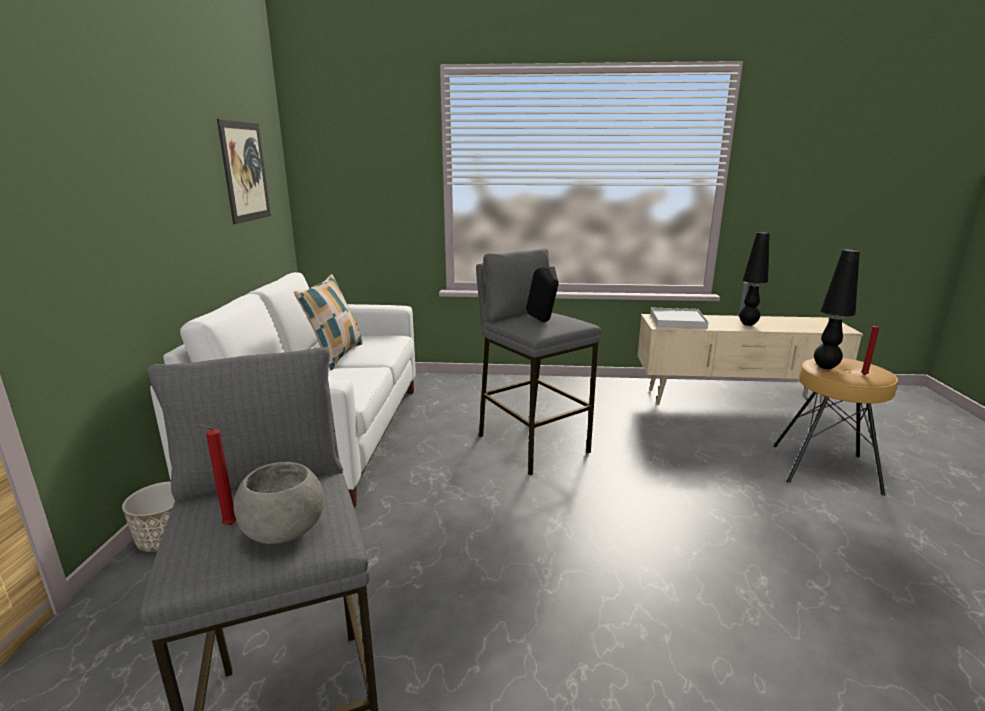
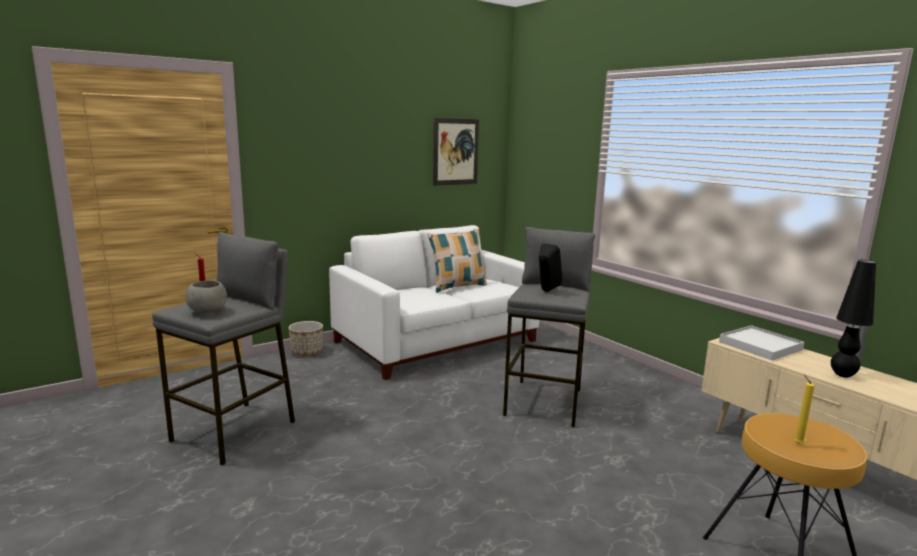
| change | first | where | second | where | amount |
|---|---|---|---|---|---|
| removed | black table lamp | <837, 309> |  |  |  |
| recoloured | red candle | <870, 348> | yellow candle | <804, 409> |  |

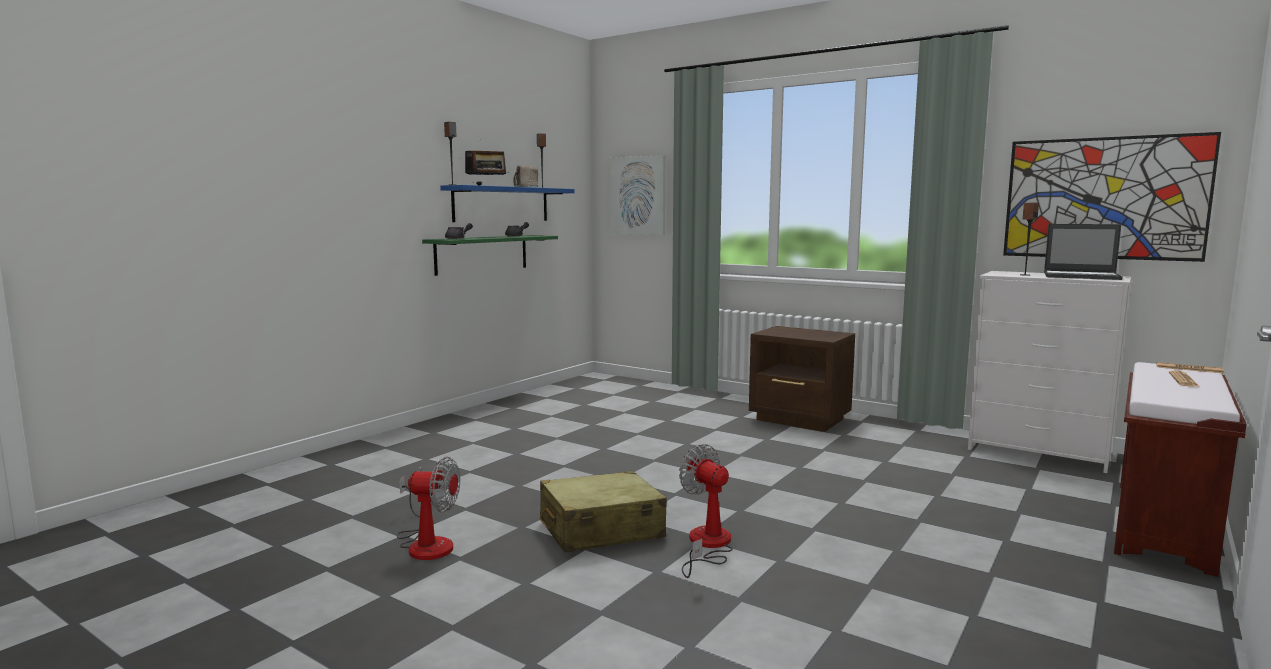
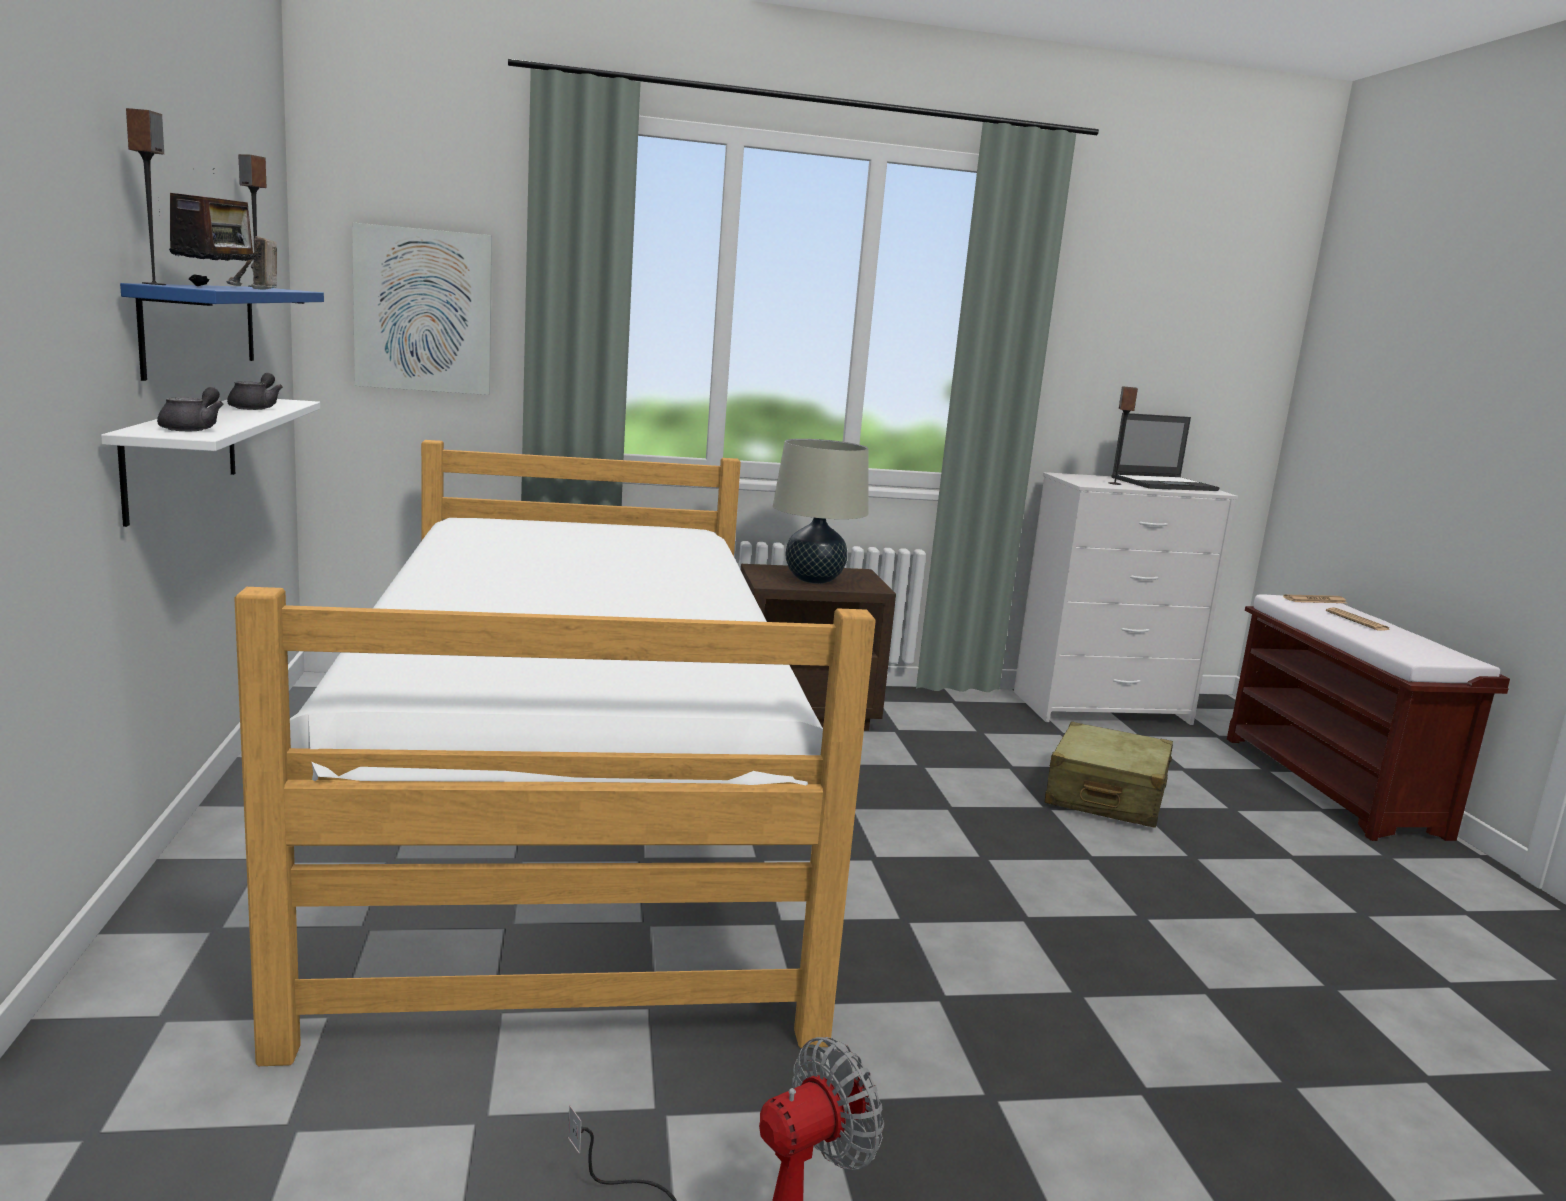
| change | first | where | second | where | amount |
|---|---|---|---|---|---|
| removed | picture | <1112, 197> |  |  |  |
| recoloured | green shelf | <490, 255> | white shelf | <210, 463> |  |
| removed | fan | <706, 511> |  |  |  |
| moved | beige suitcase | <603, 512> |  | <1109, 775> |  |
| added |  |  | beige table lamp | <820, 511> |  |
| added |  |  | bed | <555, 753> |  |

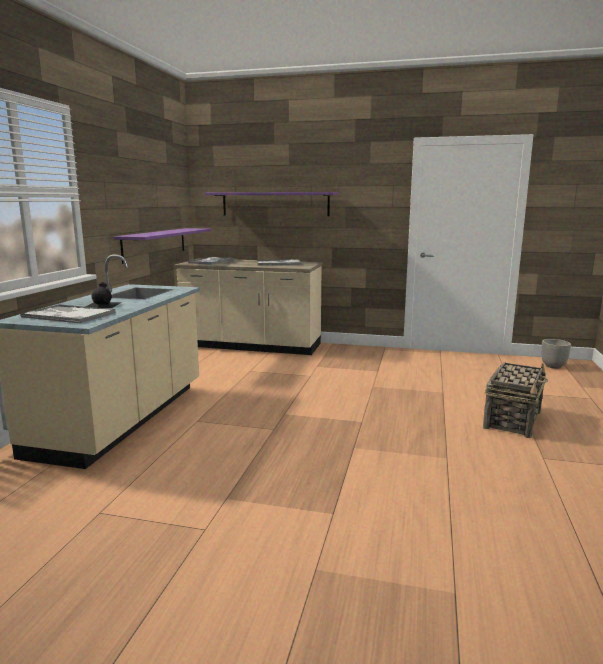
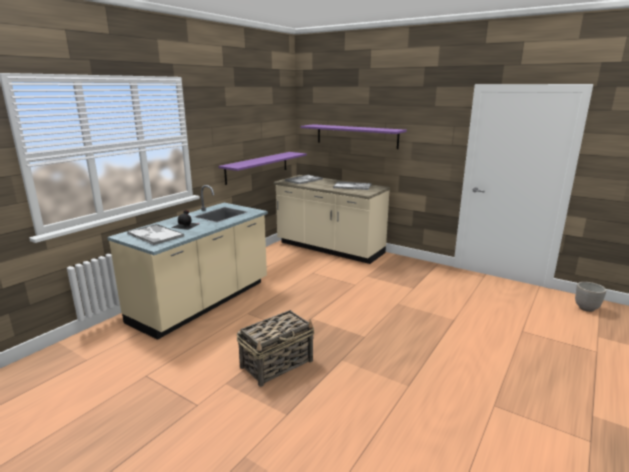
| change | first | where | second | where | amount |
|---|---|---|---|---|---|
| moved | basket | <515, 400> |  | <275, 348> |  |

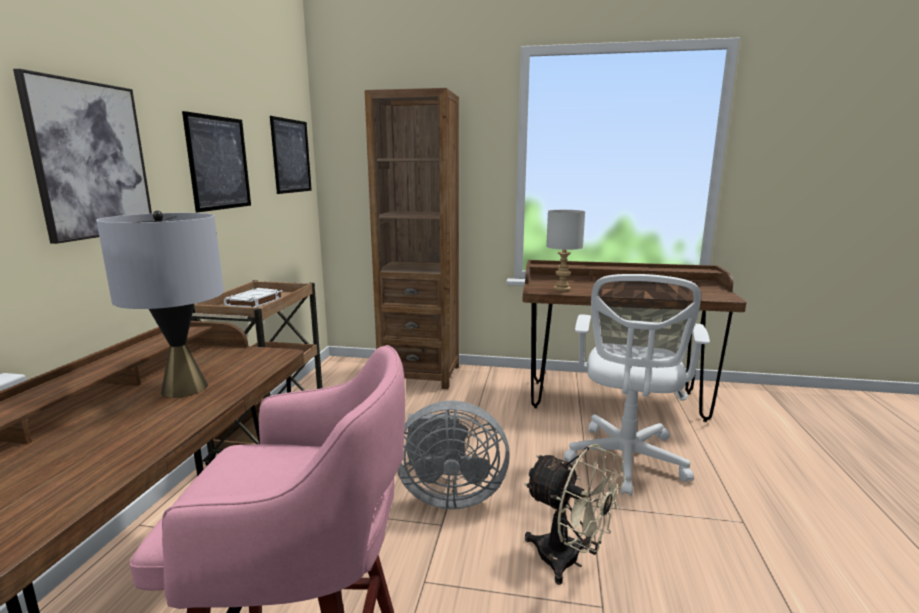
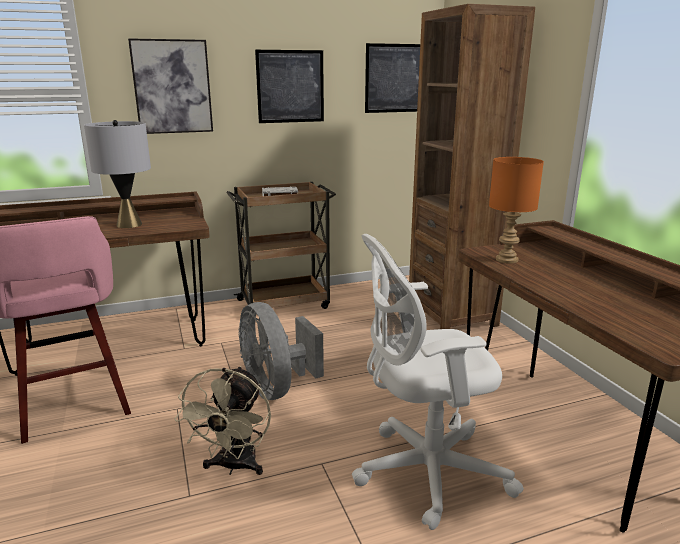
| change | first | where | second | where | amount |
|---|---|---|---|---|---|
| recoloured | grey table lamp | <565, 250> | orange table lamp | <516, 210> |  |

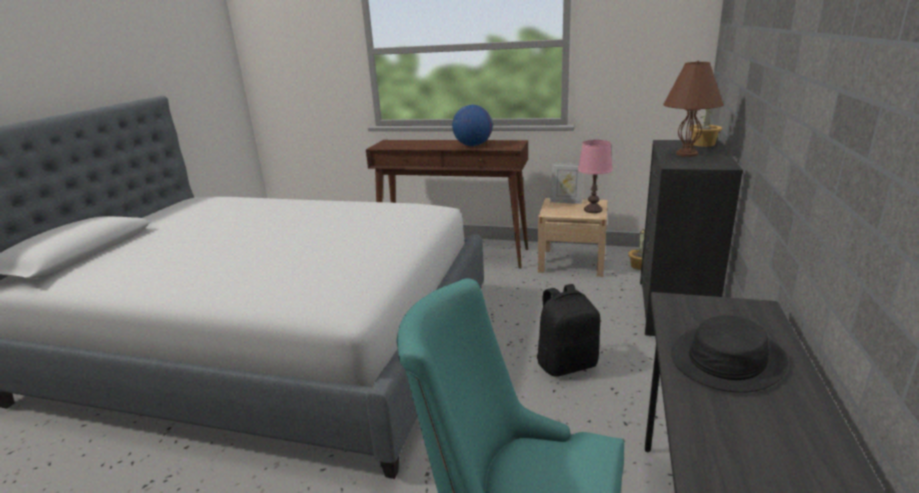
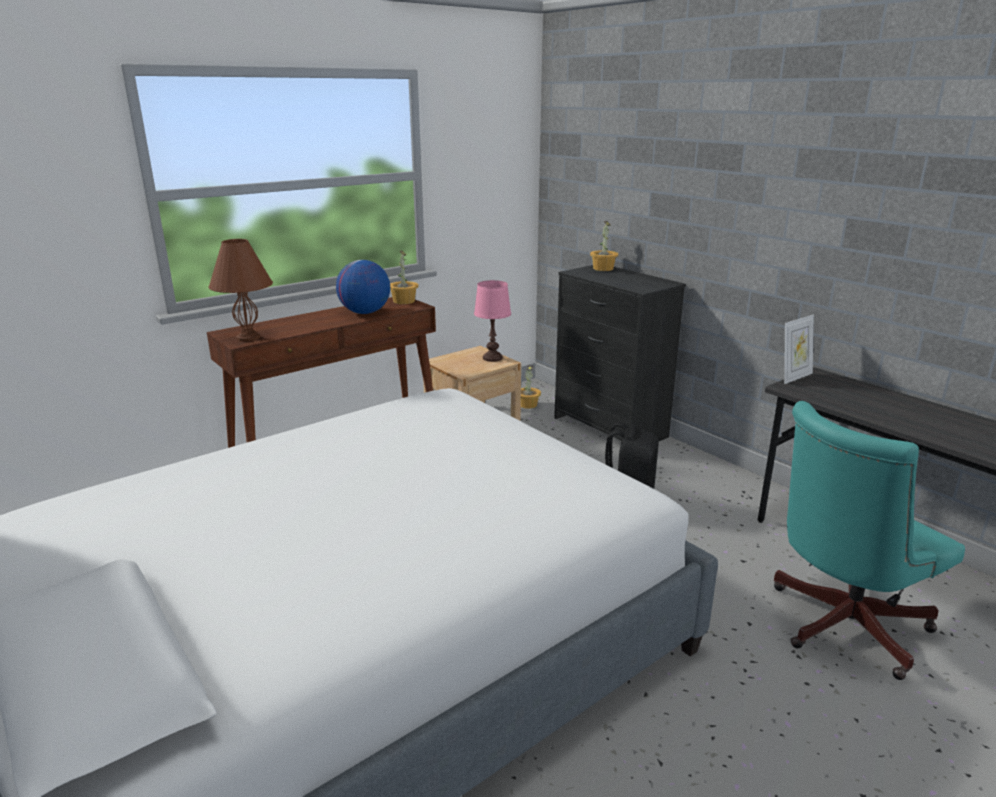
| change | first | where | second | where | amount |
|---|---|---|---|---|---|
| moved | brown table lamp | <693, 109> |  | <241, 290> |  |
| moved | picture frame | <567, 183> |  | <799, 349> |  |
| removed | black hat | <729, 354> |  |  |  |
| added |  |  | potted plant | <404, 277> |  |

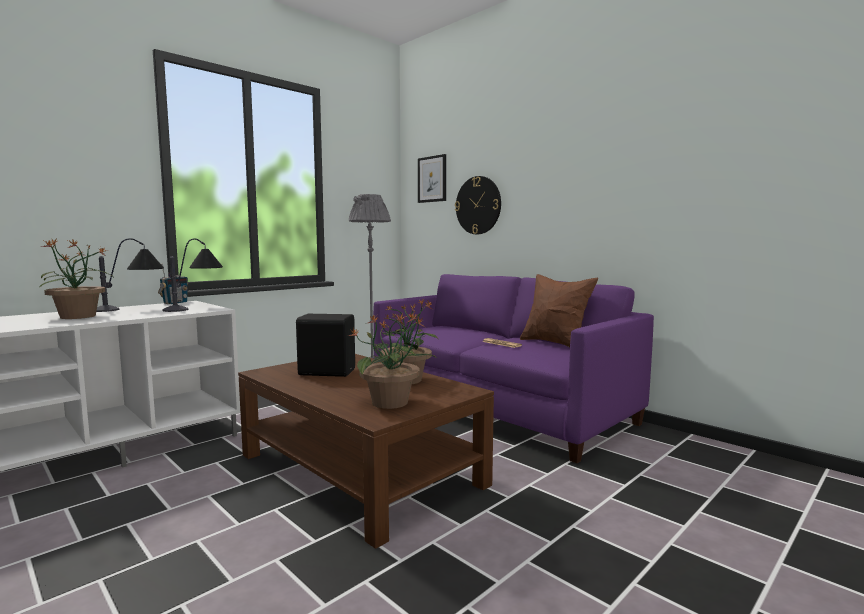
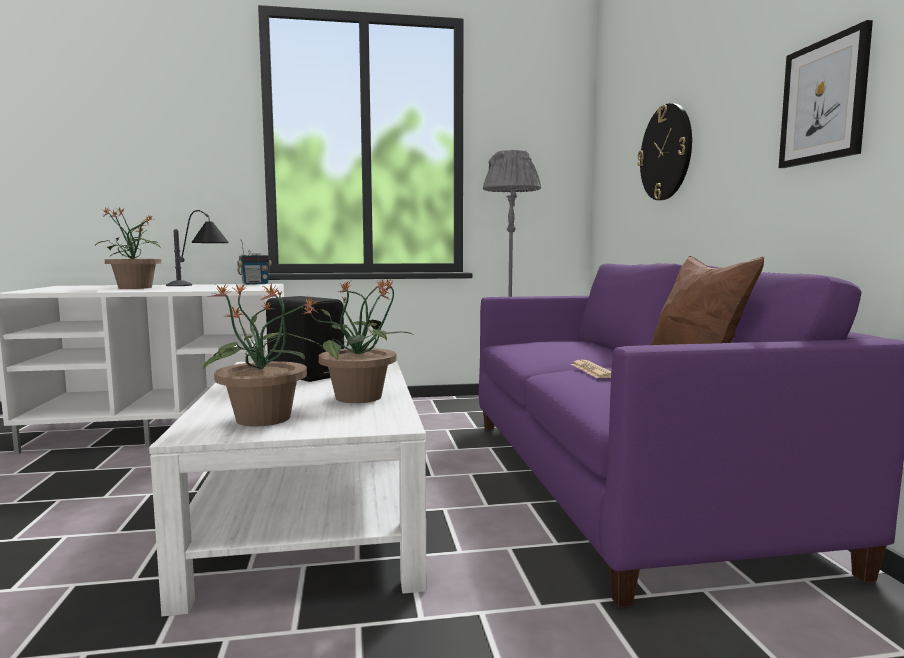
| change | first | where | second | where | amount |
|---|---|---|---|---|---|
| moved | picture | <432, 178> |  | <826, 94> |  |
| removed | table lamp | <192, 275> |  |  |  |
| recoloured | brown coffee table | <366, 451> | white coffee table | <288, 488> |  |

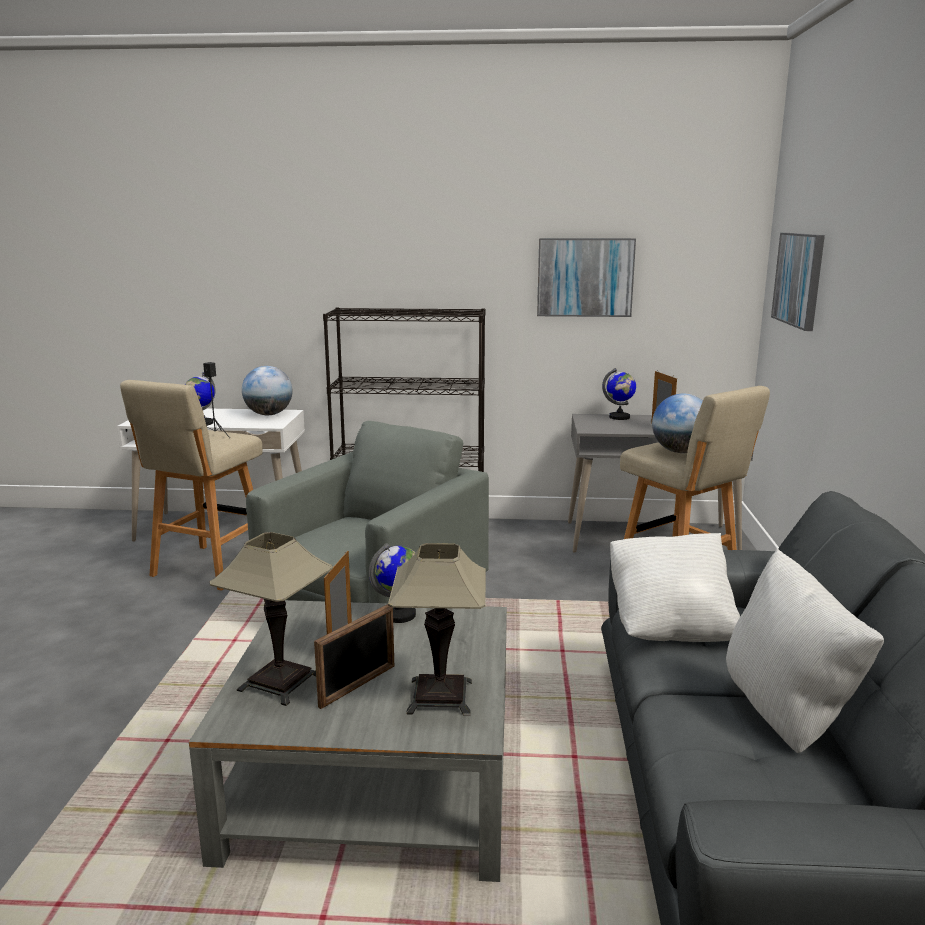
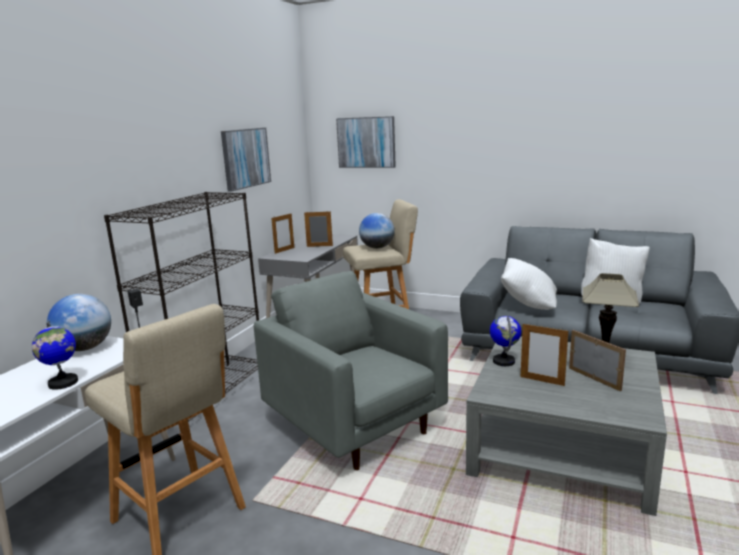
| change | first | where | second | where | amount |
|---|---|---|---|---|---|
| replaced | globe | <619, 394> | picture frame | <282, 233> |  |
| removed | table lamp | <271, 619> |  |  |  |

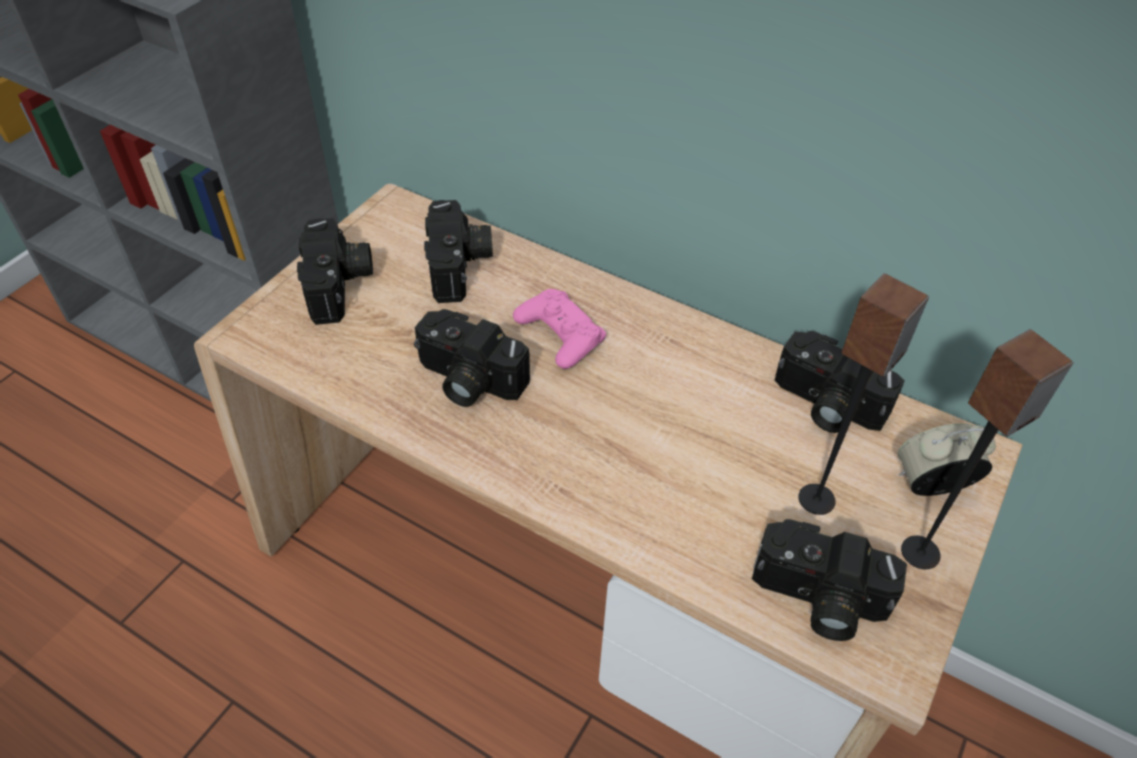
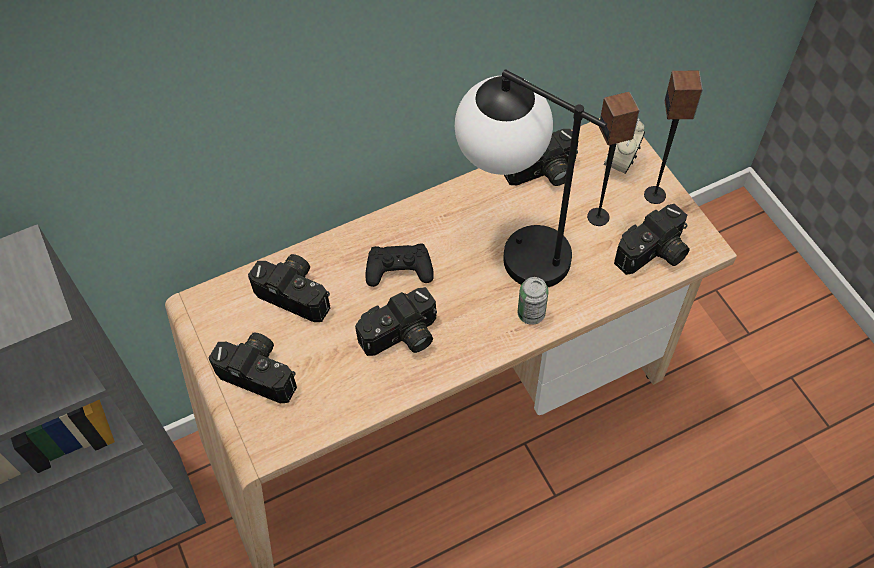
| change | first | where | second | where | amount |
|---|---|---|---|---|---|
| recoloured | pink game controller | <559, 329> | black game controller | <399, 265> |  |
| added |  |  | table lamp | <531, 178> |  |
| added |  |  | can | <533, 301> |  |

